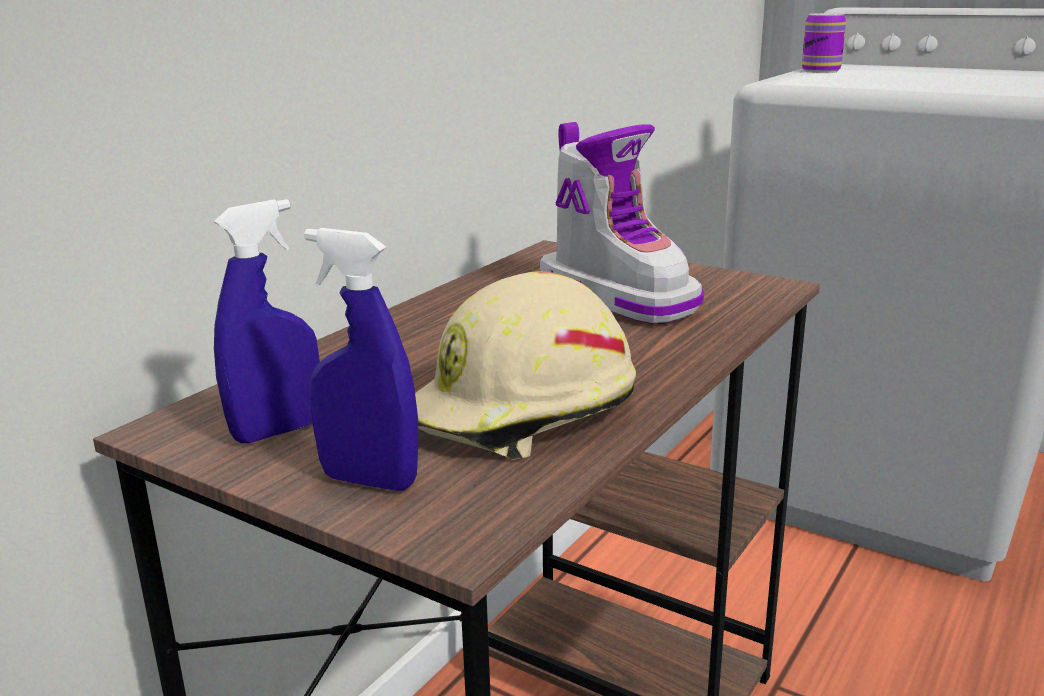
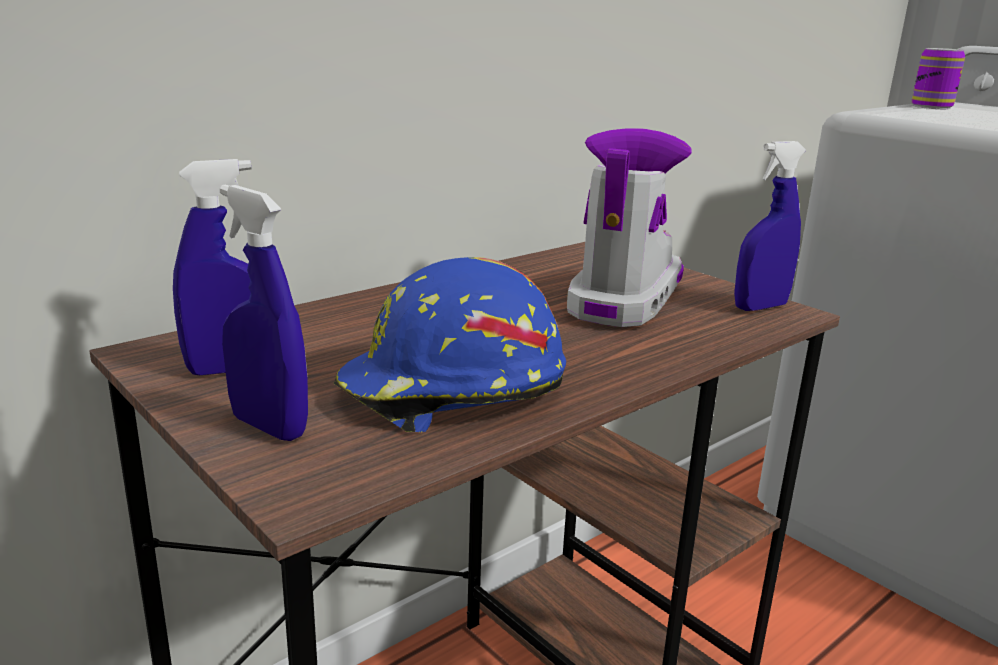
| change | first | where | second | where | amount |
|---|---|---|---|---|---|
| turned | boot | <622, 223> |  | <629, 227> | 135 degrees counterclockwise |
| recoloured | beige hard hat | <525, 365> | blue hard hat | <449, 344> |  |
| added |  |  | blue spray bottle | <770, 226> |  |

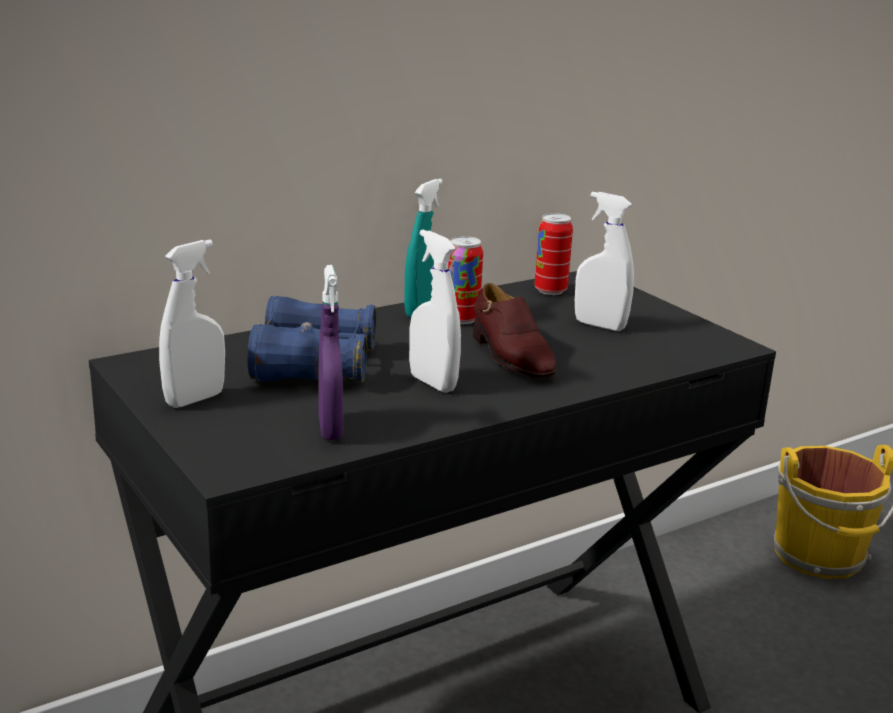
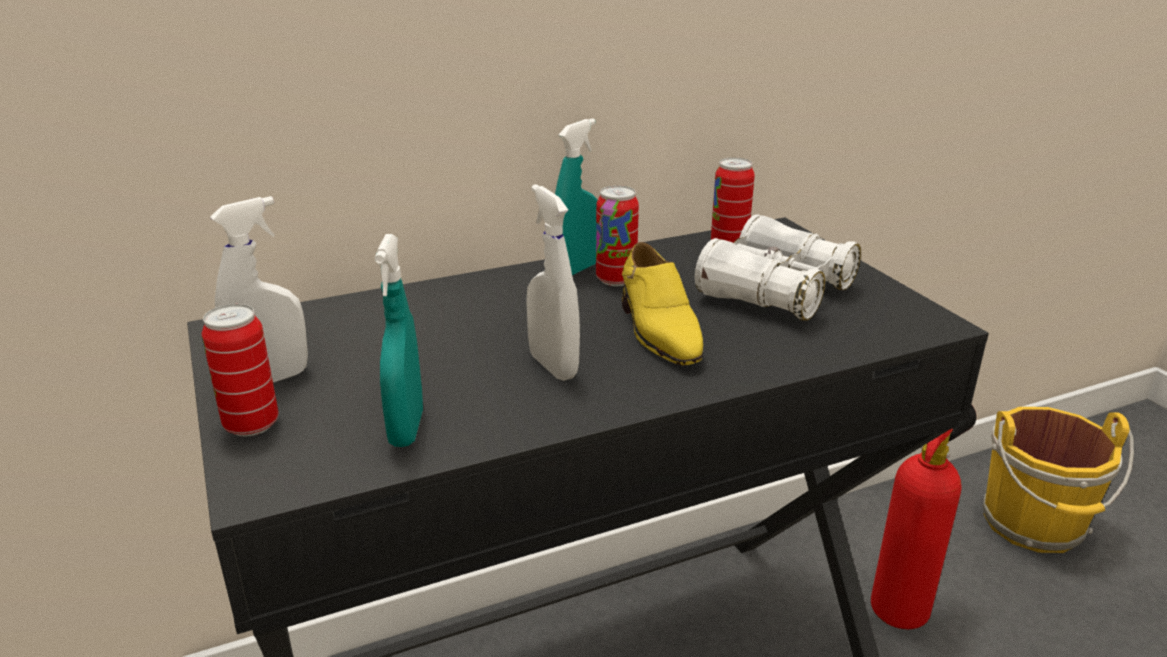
| change | first | where | second | where | amount |
|---|---|---|---|---|---|
| replaced | white spray bottle | <604, 261> | white binoculars | <778, 267> |  |
| recoloured | purple spray bottle | <330, 352> | turquoise spray bottle | <399, 340> |  |
| recoloured | brown shoe | <514, 330> | yellow shoe | <662, 303> |  |
| removed | blue binoculars | <311, 339> |  |  |  |
| added |  |  | can | <240, 370> |  |
| added |  |  | fire extinguisher | <924, 516> |  |

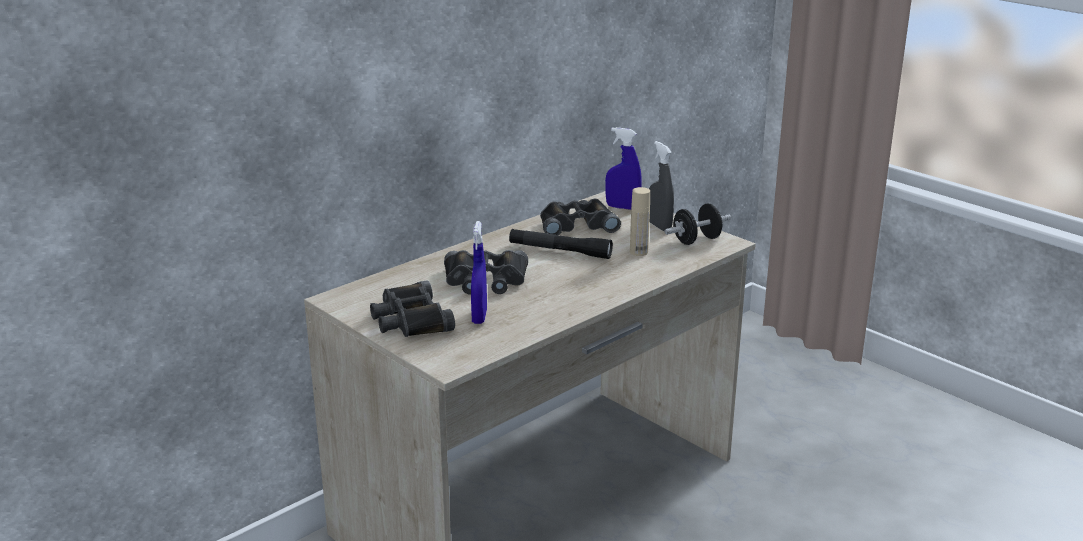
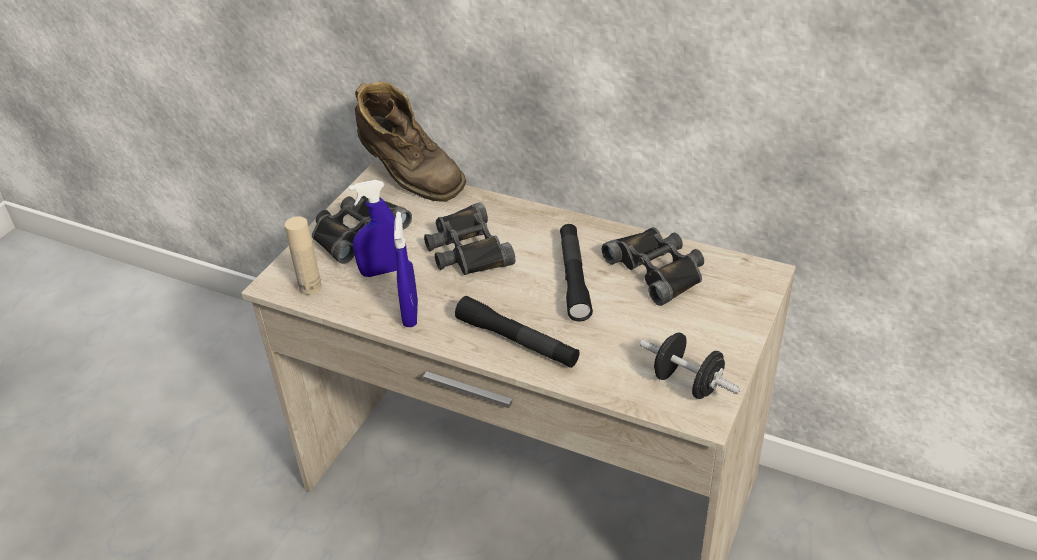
| change | first | where | second | where | amount |
|---|---|---|---|---|---|
| moved | blue spray bottle | <623, 168> |  | <406, 269> |  |
| removed | grey spray bottle | <661, 186> |  |  |  |
| moved | beige bottle | <640, 221> |  | <303, 255> |  |
| added |  |  | brown boot | <410, 142> |  |
| added |  |  | black flashlight | <517, 332> |  |

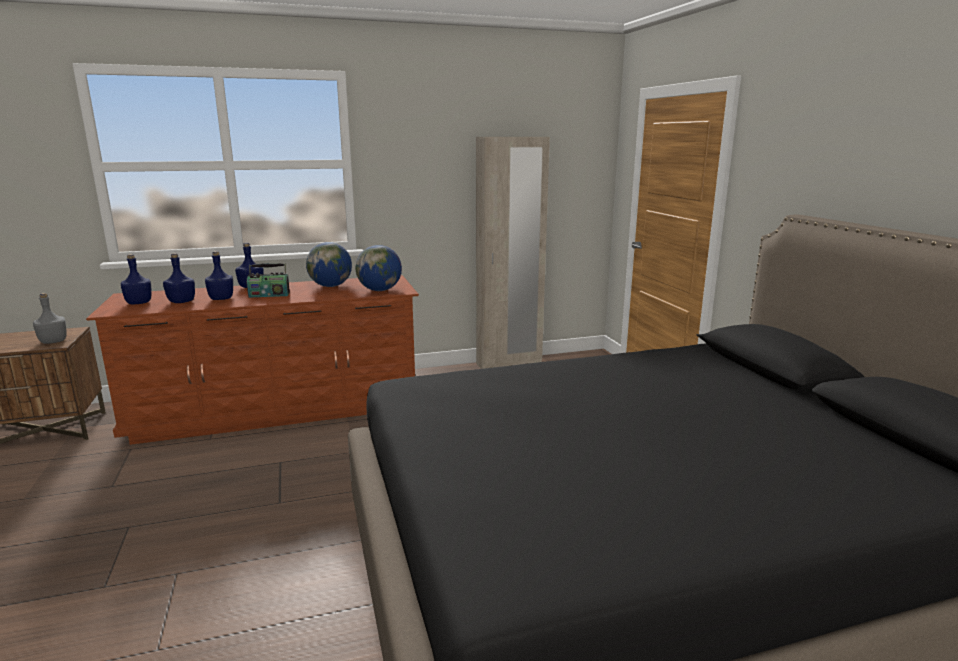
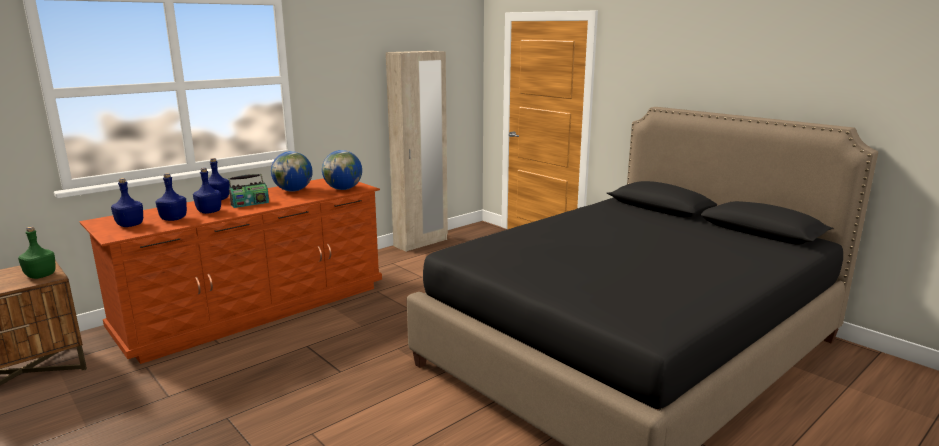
| change | first | where | second | where | amount |
|---|---|---|---|---|---|
| recoloured | grey bottle | <50, 318> | green bottle | <37, 253> |  |

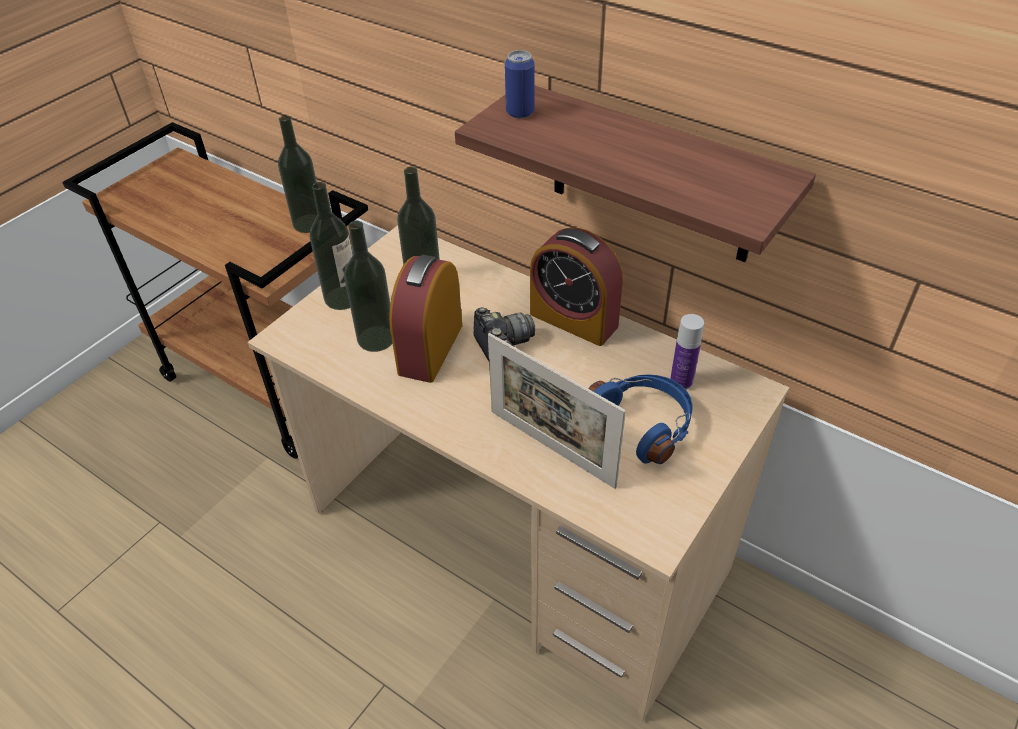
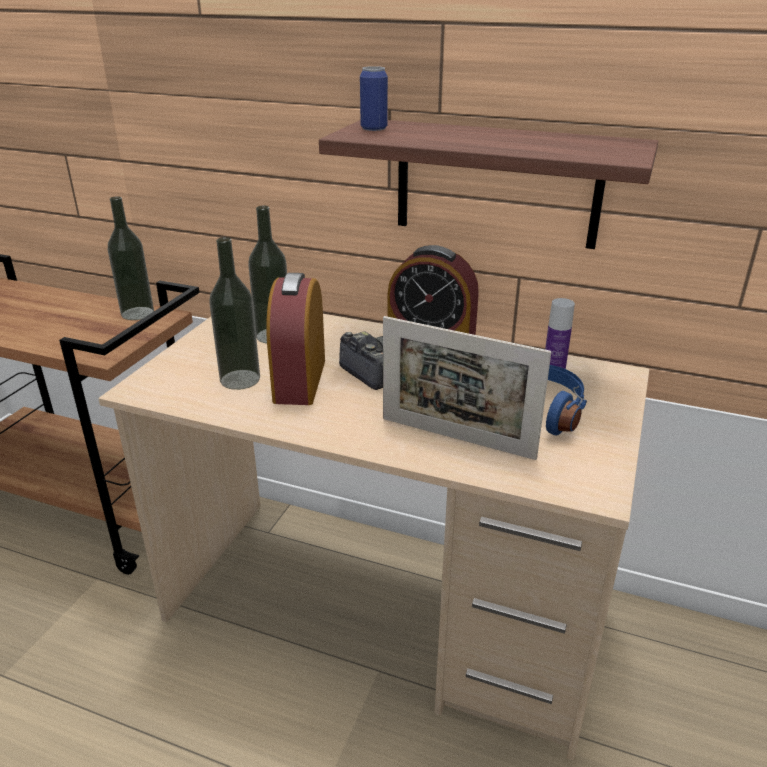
| change | first | where | second | where | amount |
|---|---|---|---|---|---|
| removed | bottle | <331, 246> |  |  |  |

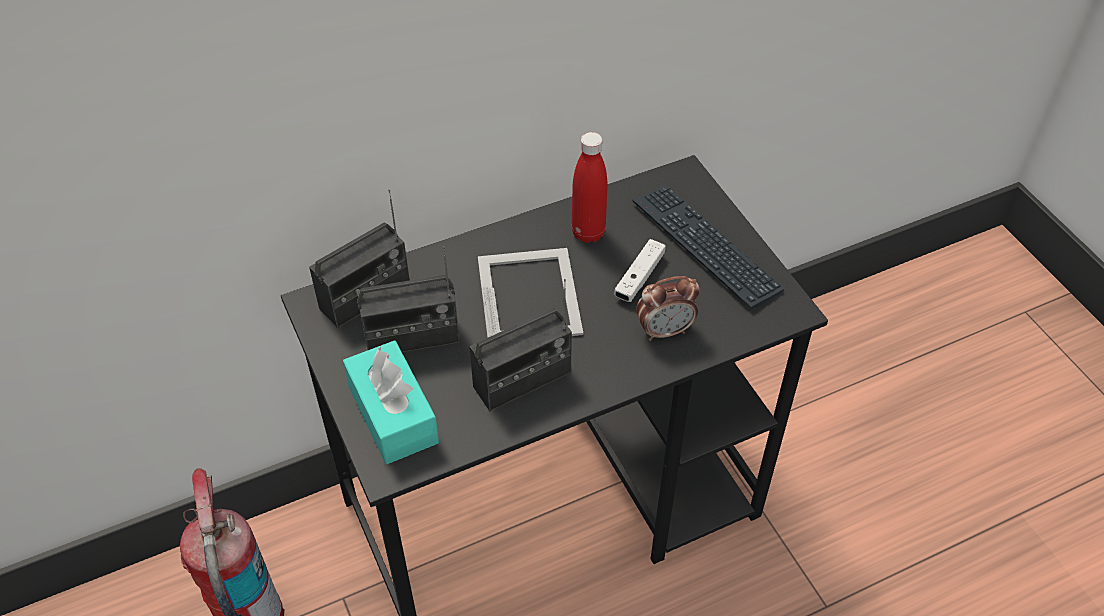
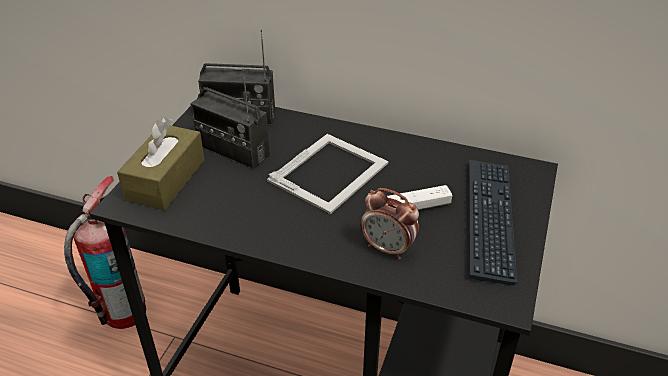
| change | first | where | second | where | amount |
|---|---|---|---|---|---|
| removed | red bottle | <590, 187> |  |  |  |
| removed | radio | <521, 345> |  |  |  |
| recoloured | turquoise tissue box | <391, 402> | brown tissue box | <161, 163> |  |

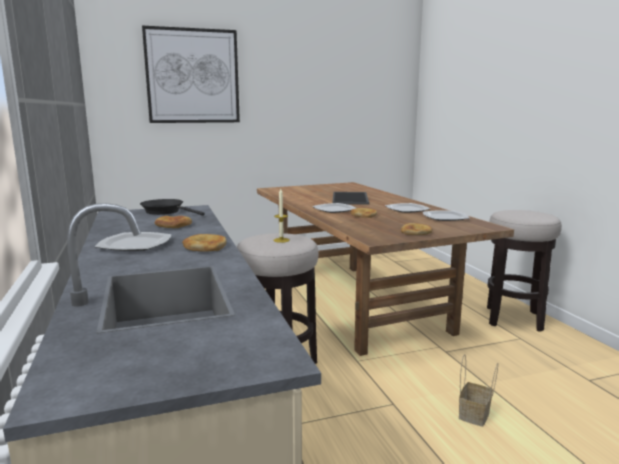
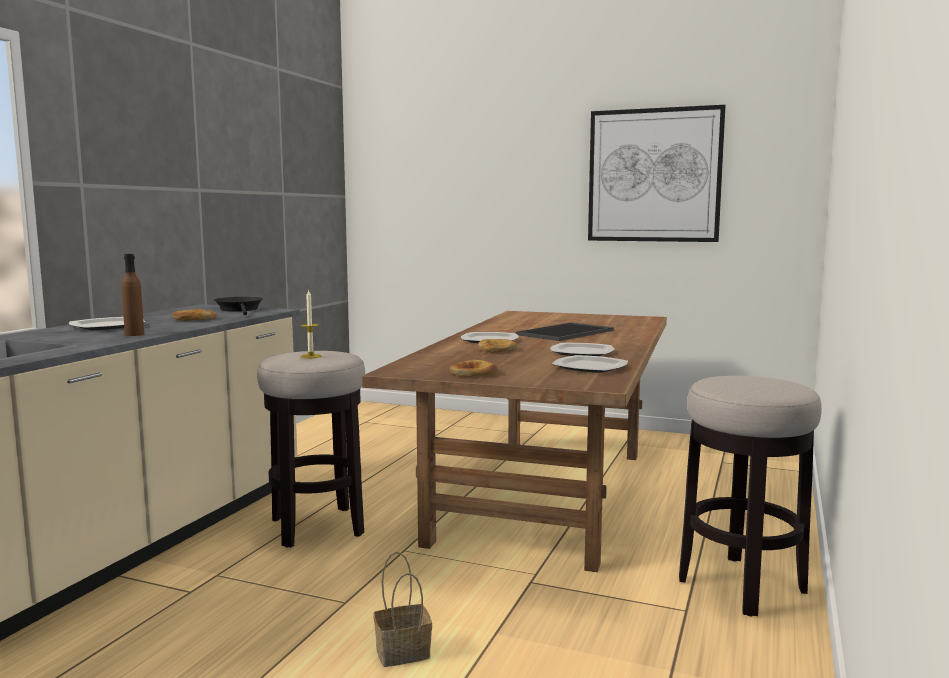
| change | first | where | second | where | amount |
|---|---|---|---|---|---|
| moved | picture | <191, 74> |  | <657, 173> |  |
| replaced | bread | <204, 242> | brown bottle | <133, 295> |  |

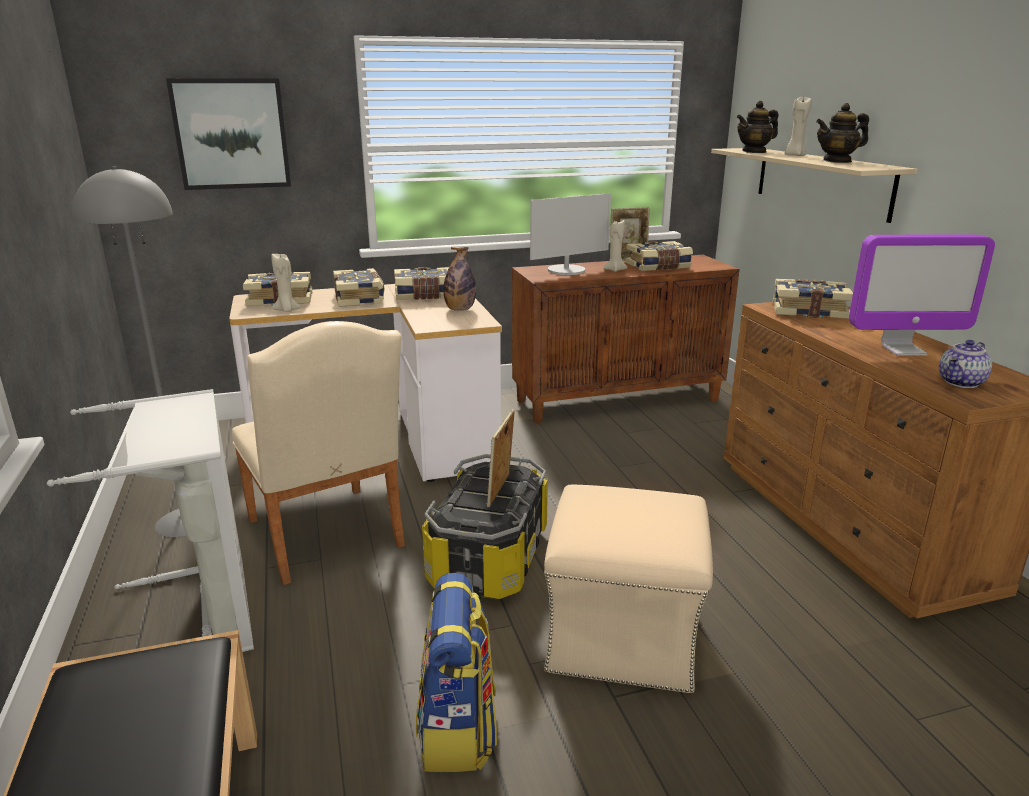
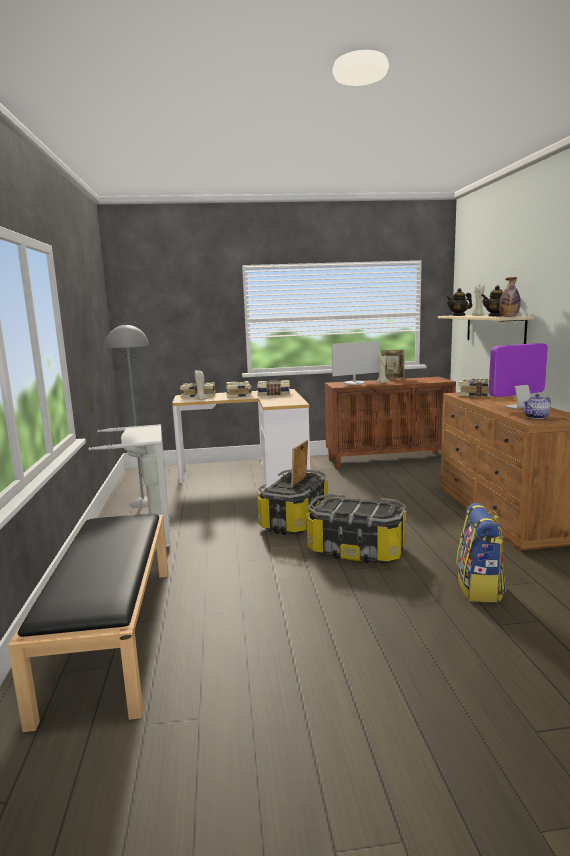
| change | first | where | second | where | amount |
|---|---|---|---|---|---|
| removed | picture | <228, 134> |  |  |  |
| turned | monitor | <922, 295> |  | <518, 376> | 150 degrees clockwise |
| removed | book | <659, 256> |  |  |  |
| moved | bottle | <459, 279> |  | <510, 297> |  |
| removed | beige chair | <318, 453> |  |  |  |
| replaced | beige ottoman | <628, 588> | storage box | <356, 528> |  |
| moved | backpack | <456, 672> |  | <481, 552> |  |

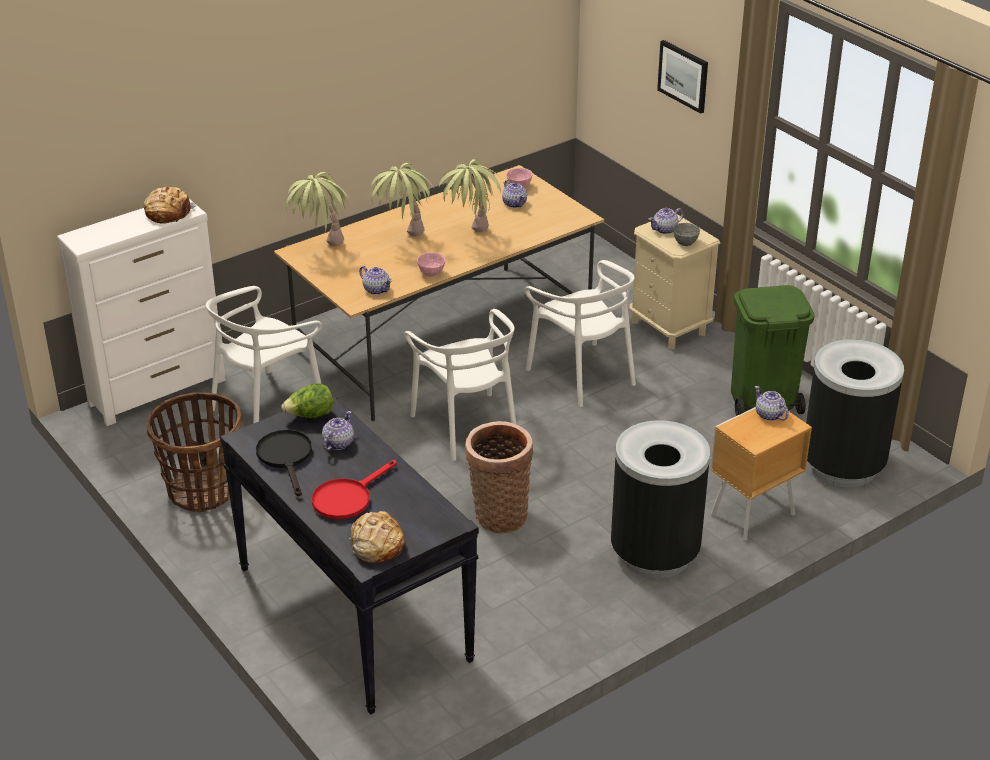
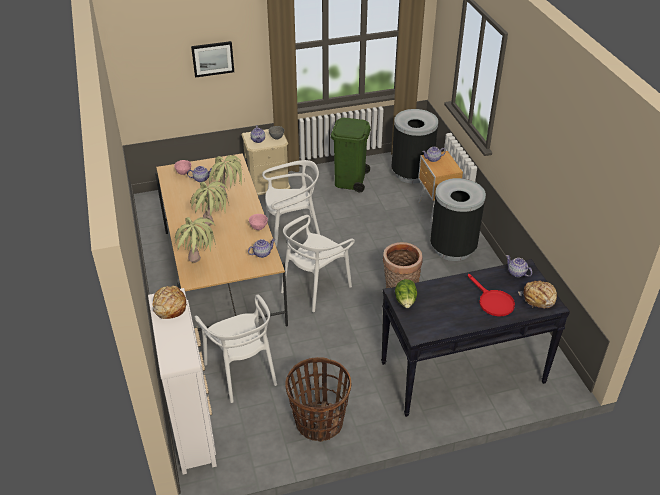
| change | first | where | second | where | amount |
|---|---|---|---|---|---|
| turned | white chair | <460, 385> |  | <318, 263> | 135 degrees clockwise |
| moved | teapot | <338, 431> |  | <519, 266> |  |
| removed | black frying pan | <284, 463> |  |  |  |

